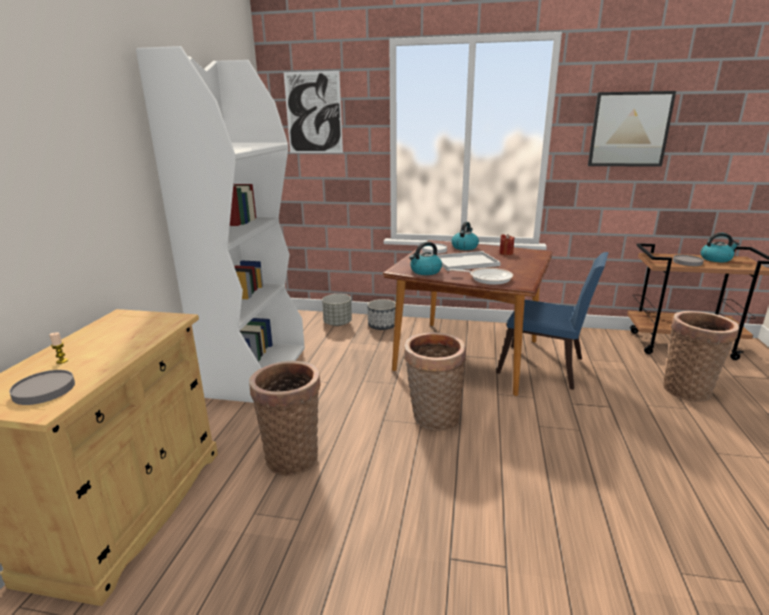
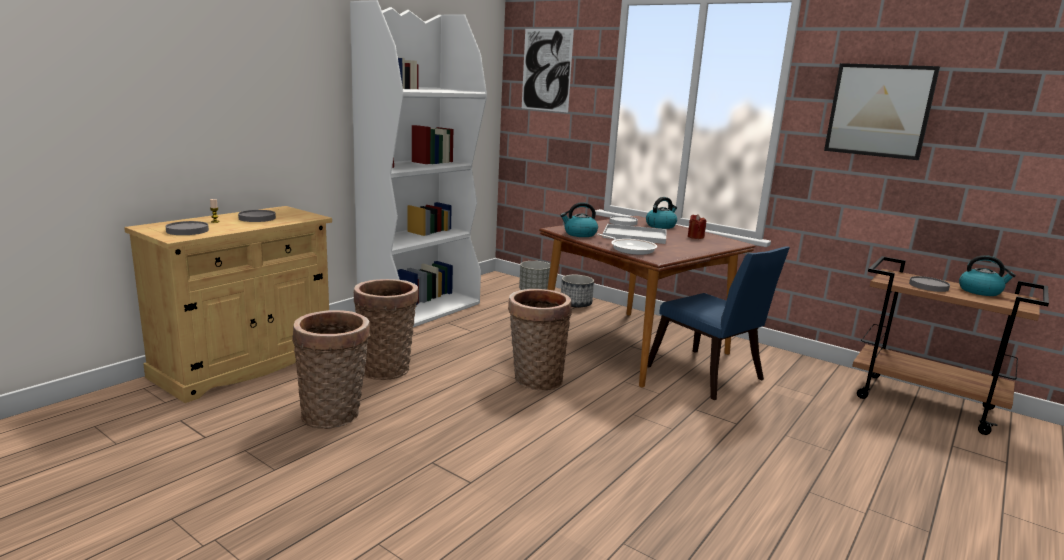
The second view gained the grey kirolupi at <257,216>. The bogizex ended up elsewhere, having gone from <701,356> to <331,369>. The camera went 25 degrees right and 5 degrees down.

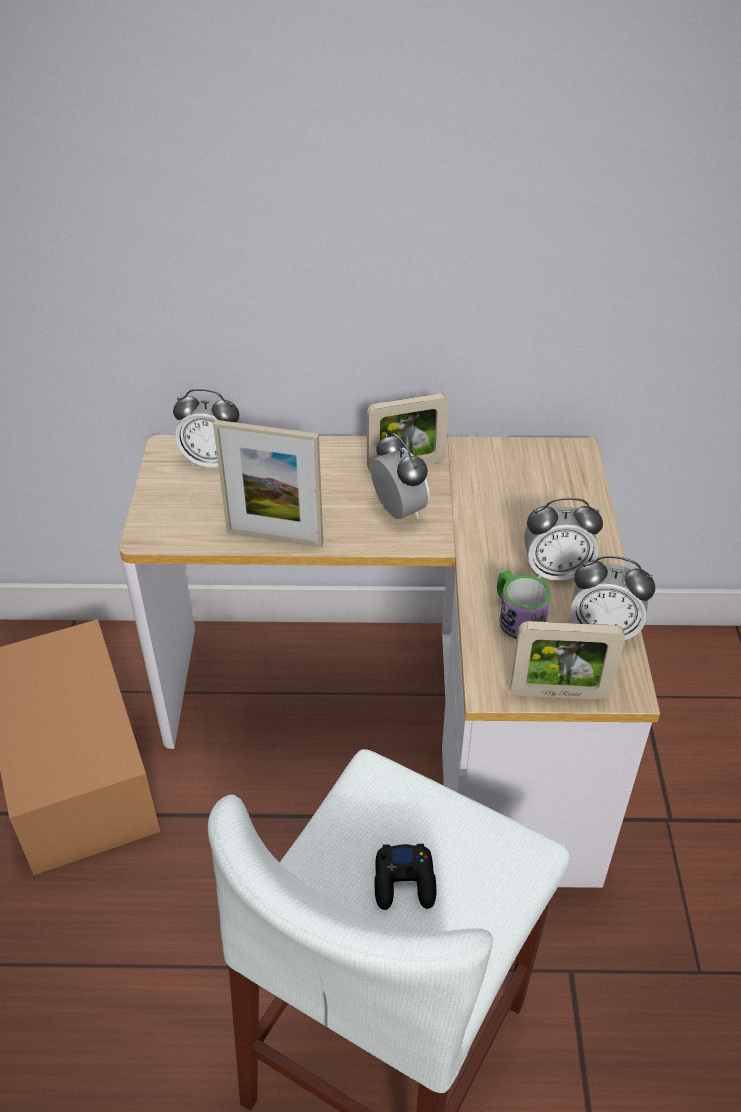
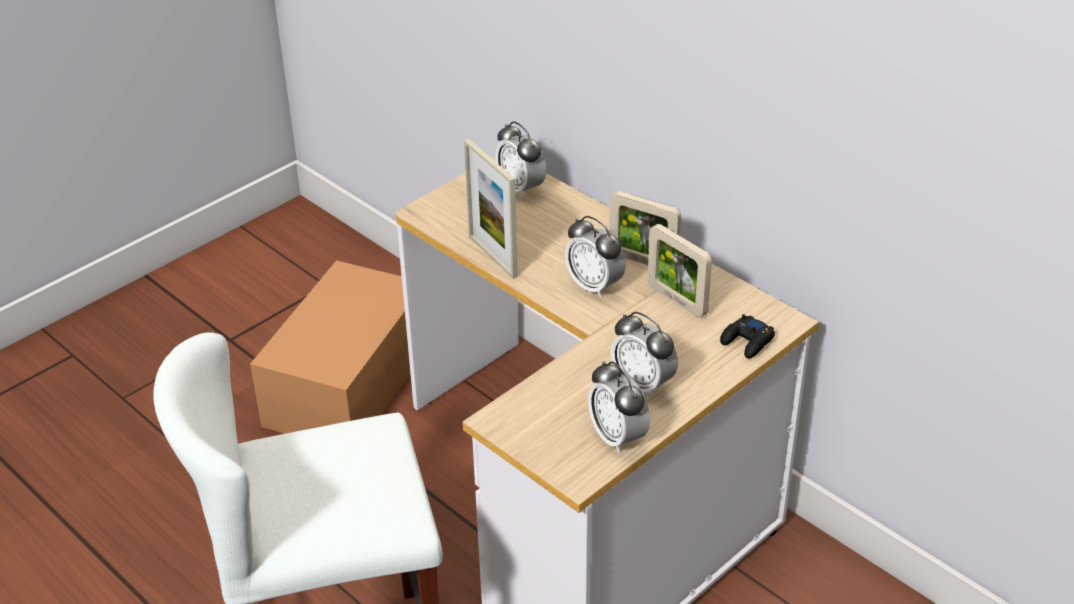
The second view lost the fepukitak at <524,604>. The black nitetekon ended up elsewhere, having gone from <405,877> to <747,336>. The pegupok ended up elsewhere, having gone from <568,660> to <680,270>. The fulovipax at <400,476> ended up facing another way, 120 degrees clockwise from before. The camera went 45 degrees right and 5 degrees down.

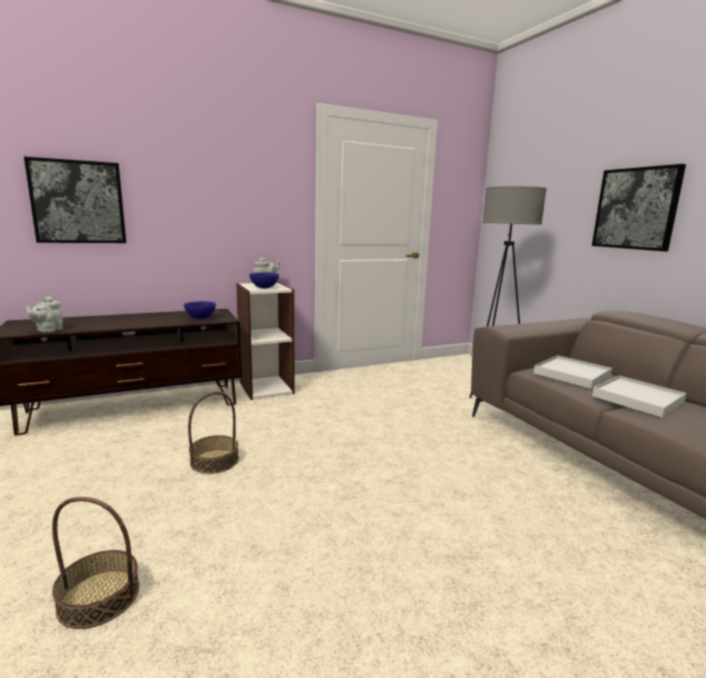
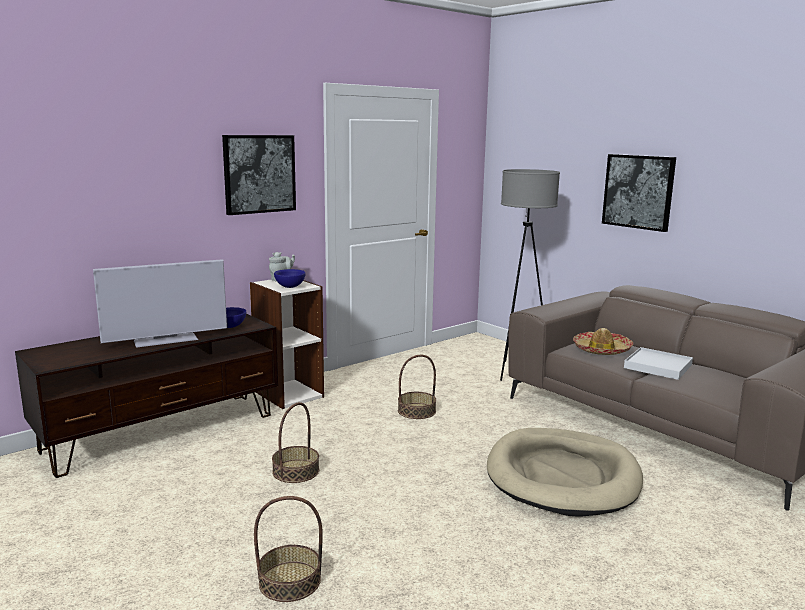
The second view lost the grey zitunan at <44,314>. The second view gained the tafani at <160,303>. The second view gained the bogizex at <417,387>. The second view gained the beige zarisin at <565,472>. The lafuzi ended up elsewhere, having gone from <75,200> to <259,175>. Where the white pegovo stood at <573,372>, the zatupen came to stand at <603,341>. The camera went 15 degrees left and 0 degrees up.

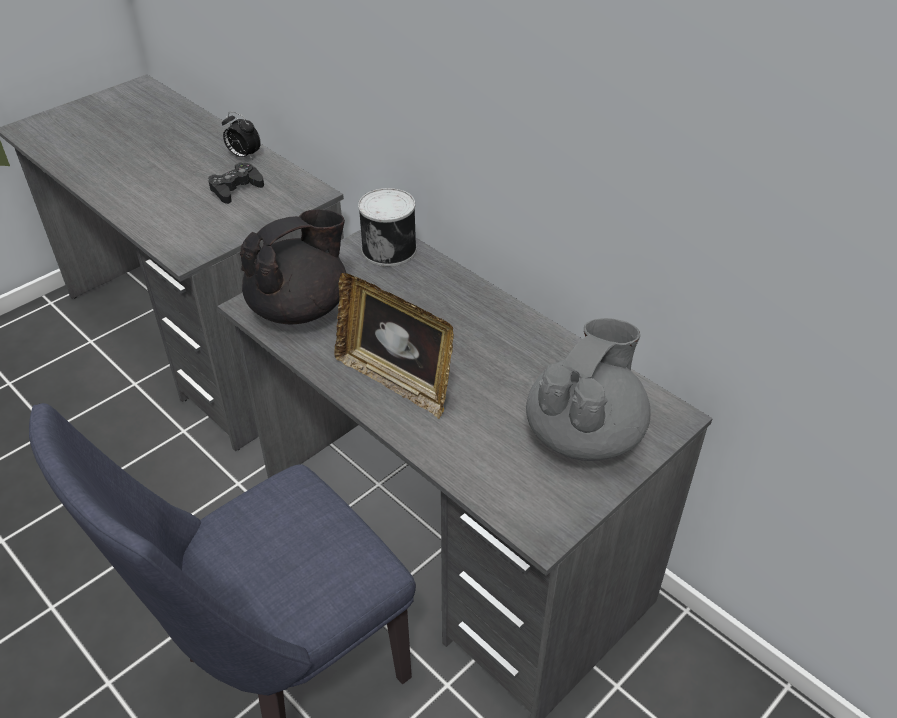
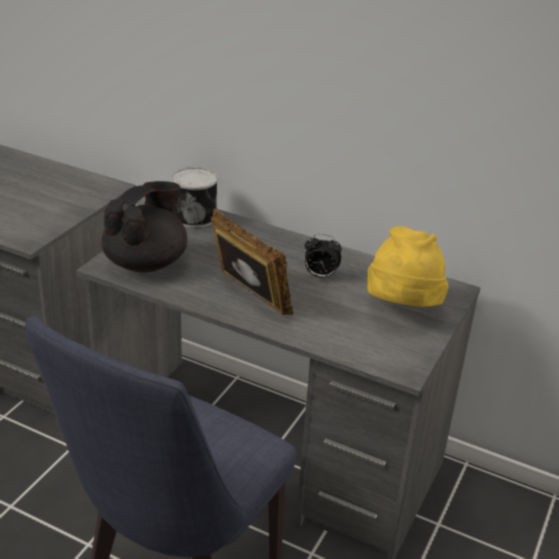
The second view lost the black nitetekon at <236,183>. The fulovipax ended up elsewhere, having gone from <241,135> to <323,256>. Where the grey zitunan stood at <588,389>, the yellow zatupen came to stand at <408,266>. The pegupok at <394,346> ended up facing another way, 150 degrees counterclockwise from before. The camera went 20 degrees left and 10 degrees down.

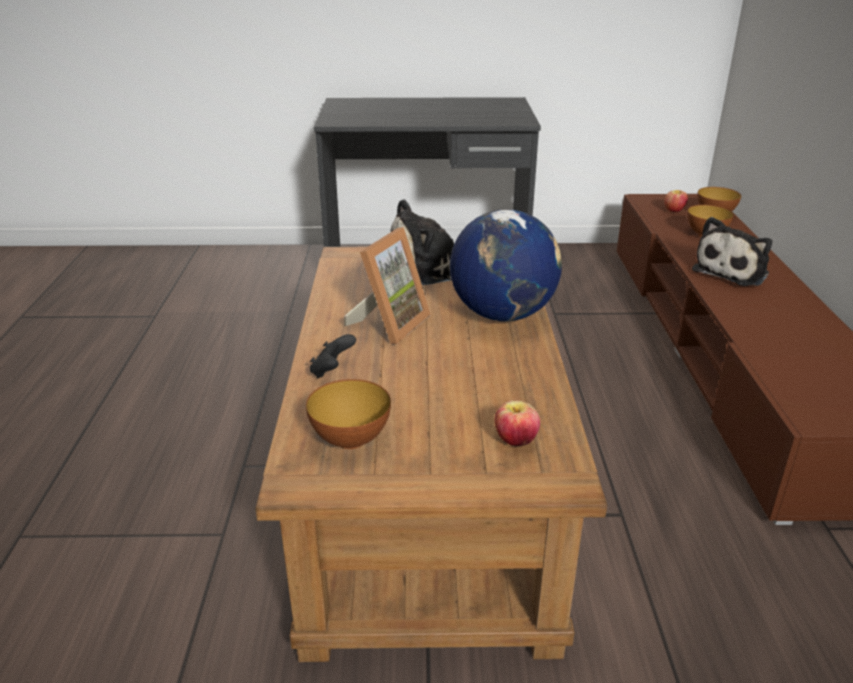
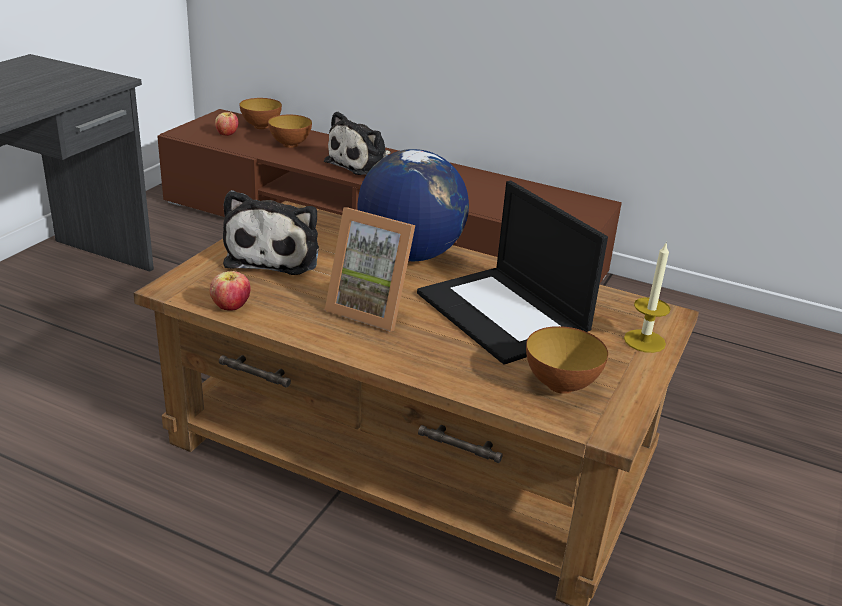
The second view lost the black nitetekon at <333,356>. The second view gained the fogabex at <512,273>. The second view gained the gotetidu at <647,297>. The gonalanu ended up elsewhere, having gone from <517,423> to <229,291>. The pegupok at <387,285> ended up facing another way, 150 degrees clockwise from before. The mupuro at <732,251> ended up facing another way, 60 degrees clockwise from before. The camera went 65 degrees left and 0 degrees up.

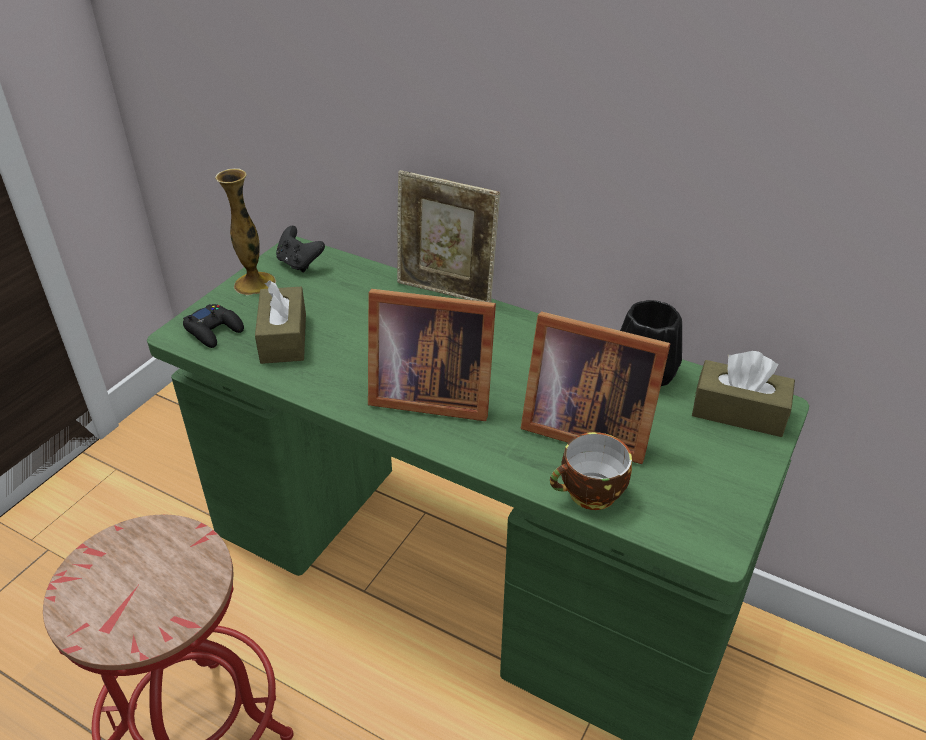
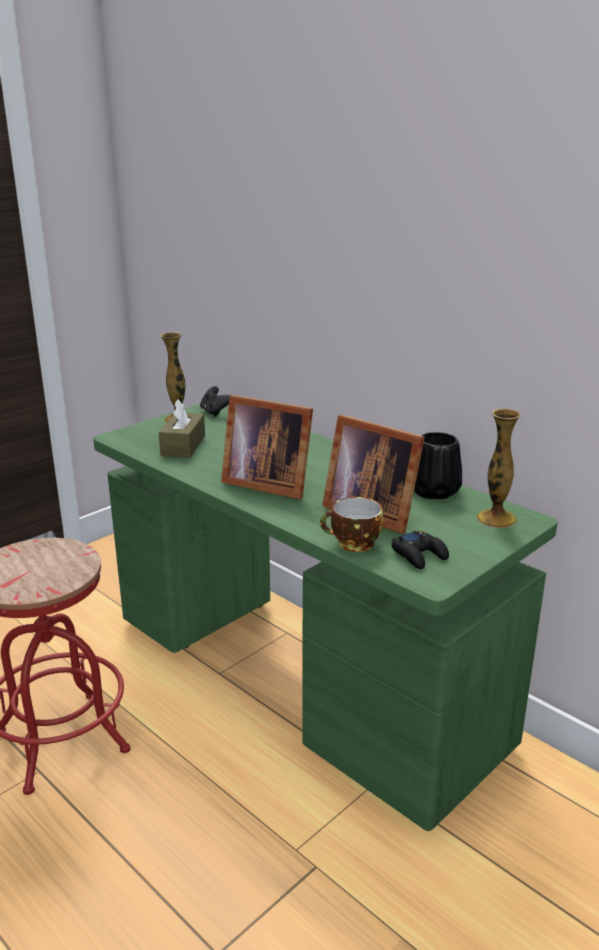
The second view lost the pegupok at <448,236>. The black nitetekon ended up elsewhere, having gone from <213,326> to <420,550>. Where the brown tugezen stood at <743,394>, the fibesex came to stand at <499,468>. The camera went 15 degrees right and 15 degrees down.

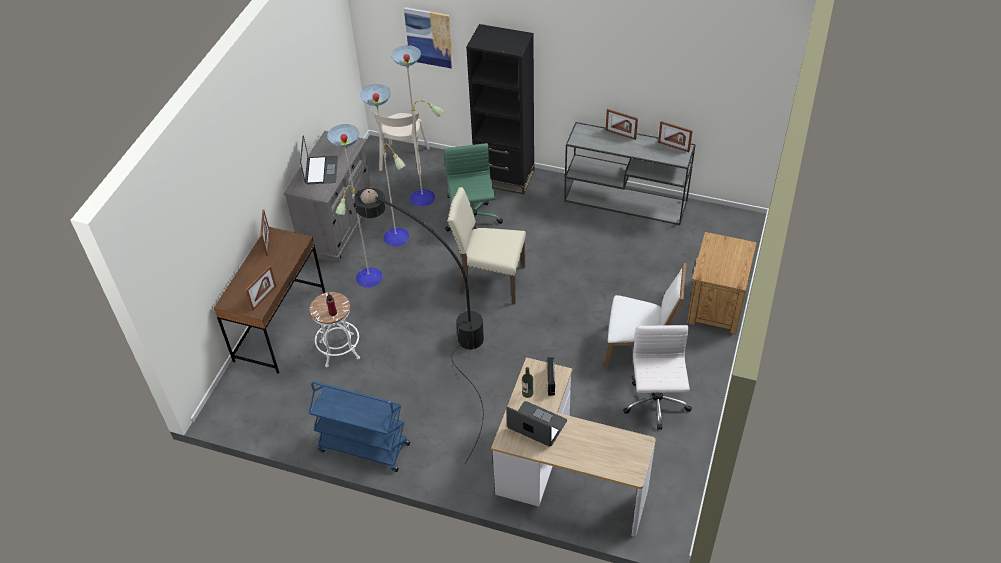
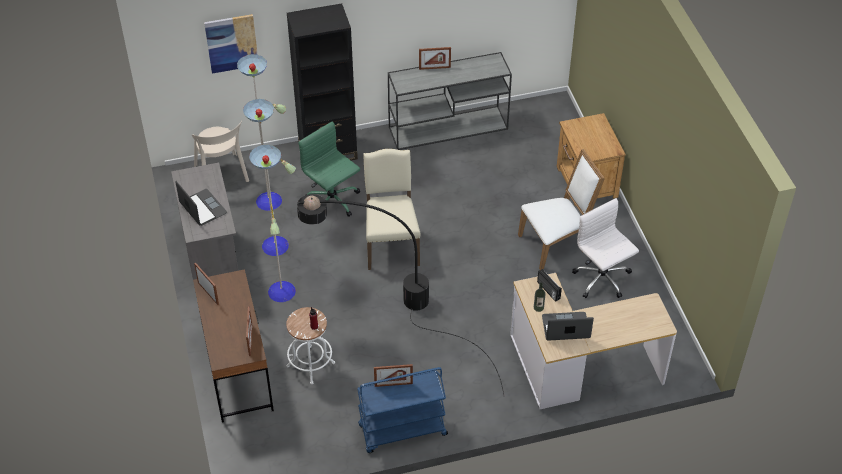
The pegupok ended up elsewhere, having gone from <675,136> to <393,375>. The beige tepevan at <486,245> ended up facing another way, 105 degrees clockwise from before. The camera went 35 degrees left and 0 degrees up.

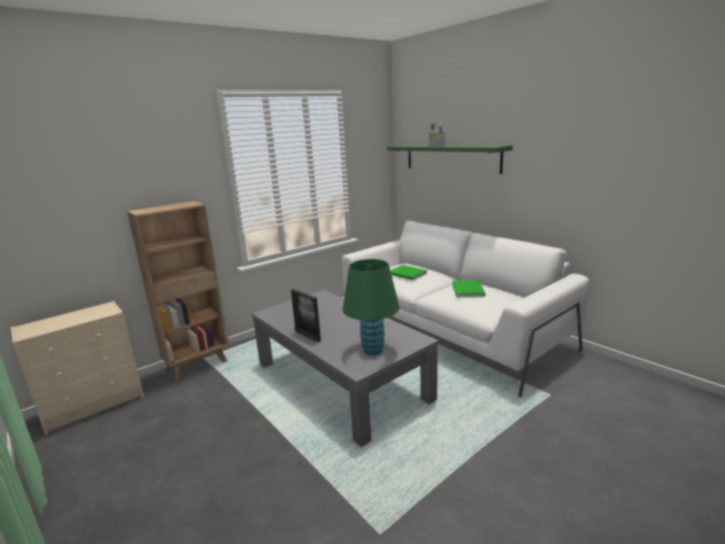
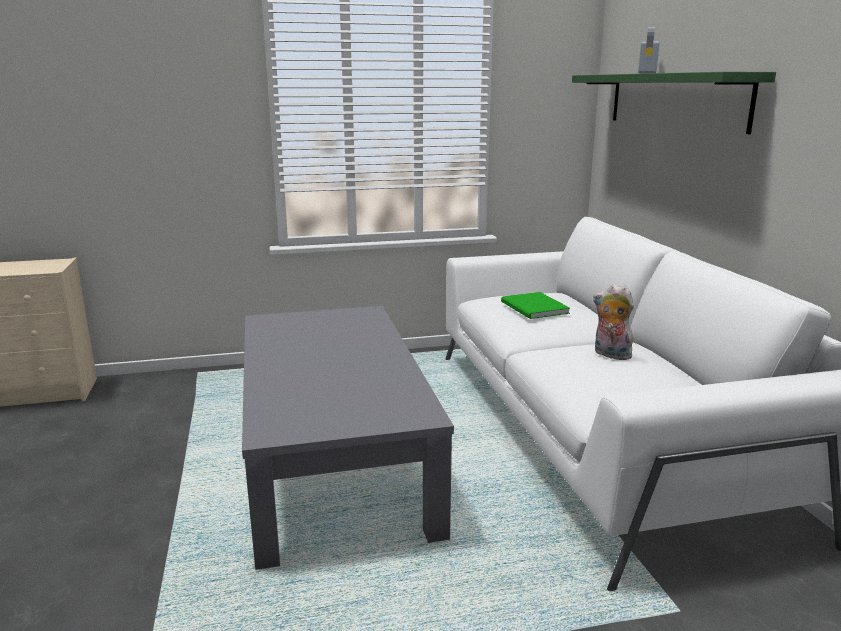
The second view lost the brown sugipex at <178,291>. The second view lost the pegupok at <306,315>. The second view lost the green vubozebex at <371,307>. Where the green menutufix stood at <468,288>, the mupuro came to stand at <613,322>. The camera went 25 degrees right and 0 degrees up.

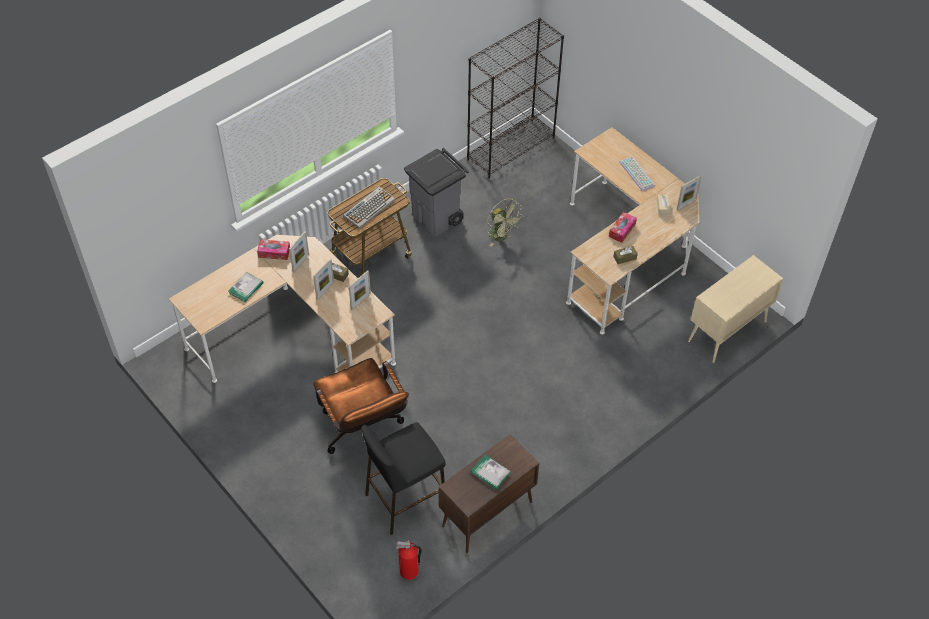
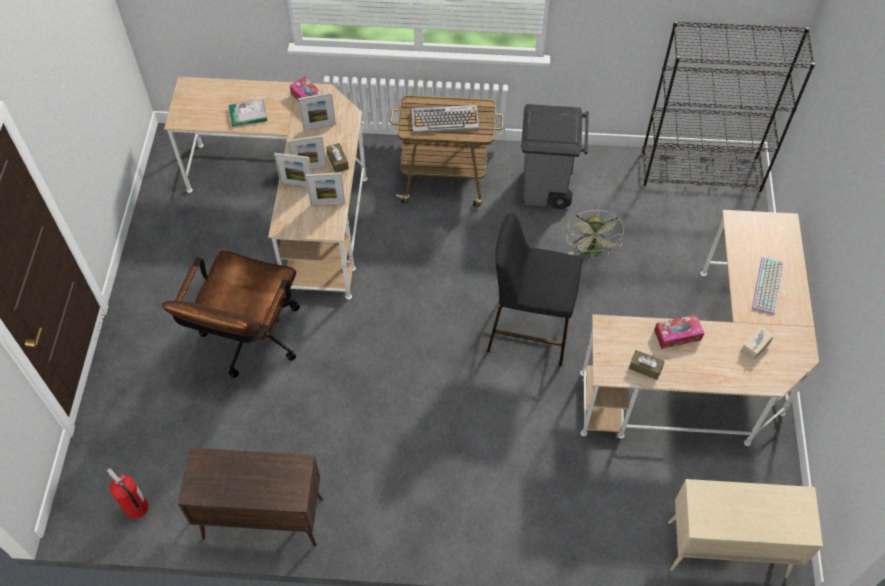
The second view lost the menutufix at <490,472>. The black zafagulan ended up elsewhere, having gone from <404,478> to <534,290>. The pegupok ended up elsewhere, having gone from <689,193> to <293,170>. The camera went 45 degrees right and 5 degrees up.

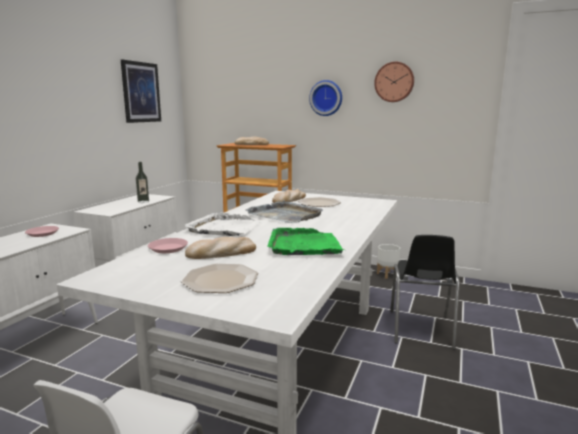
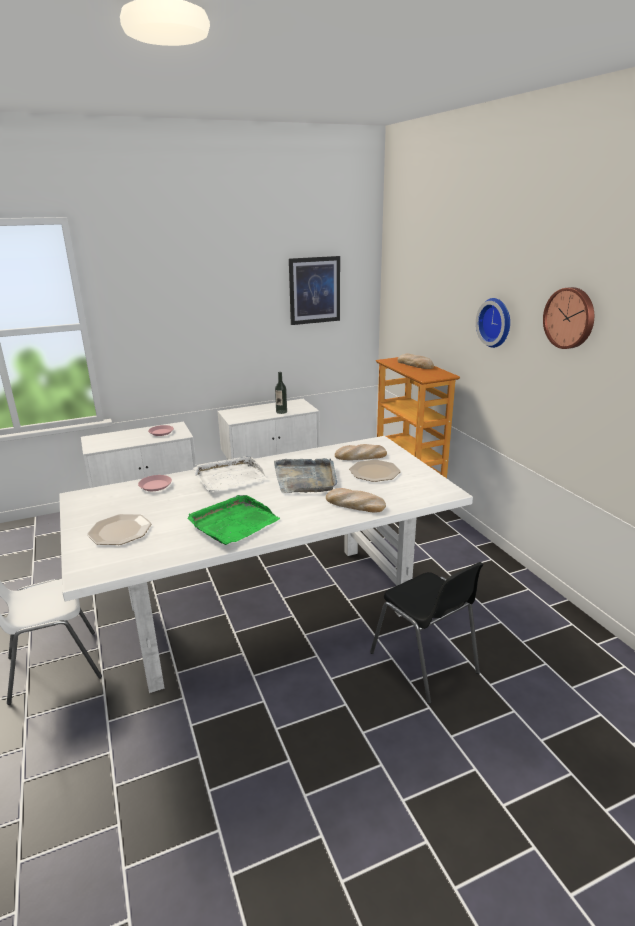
The second view lost the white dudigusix at <388,261>. The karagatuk ended up elsewhere, having gone from <220,248> to <356,500>. The black tepevan at <425,292> ended up facing another way, 90 degrees counterclockwise from before. The camera went 45 degrees right and 10 degrees up.

